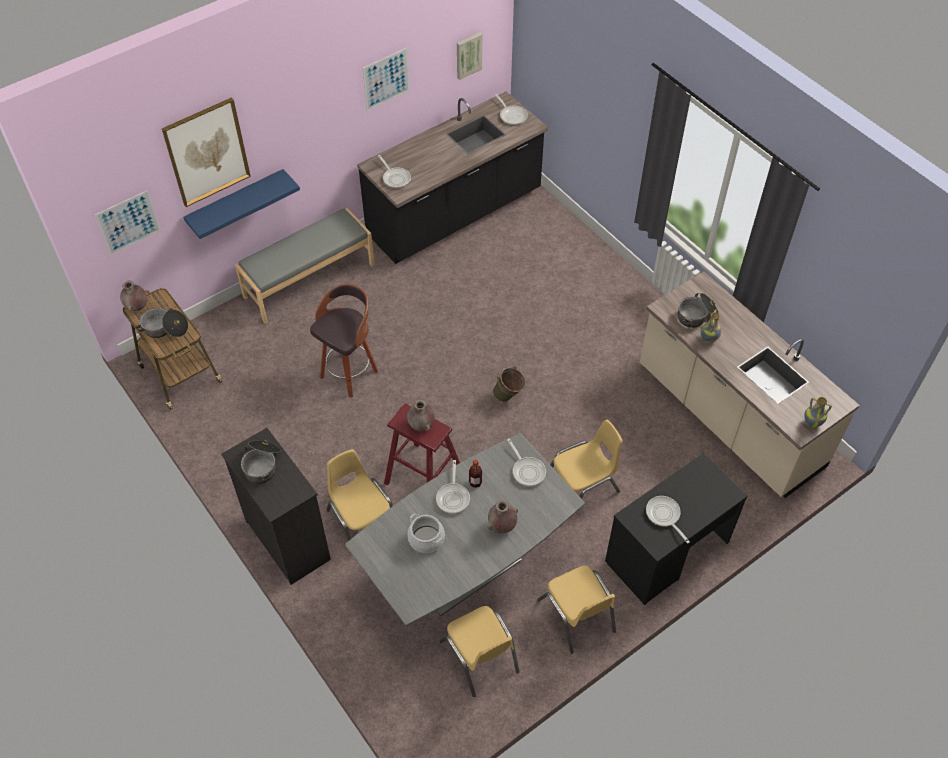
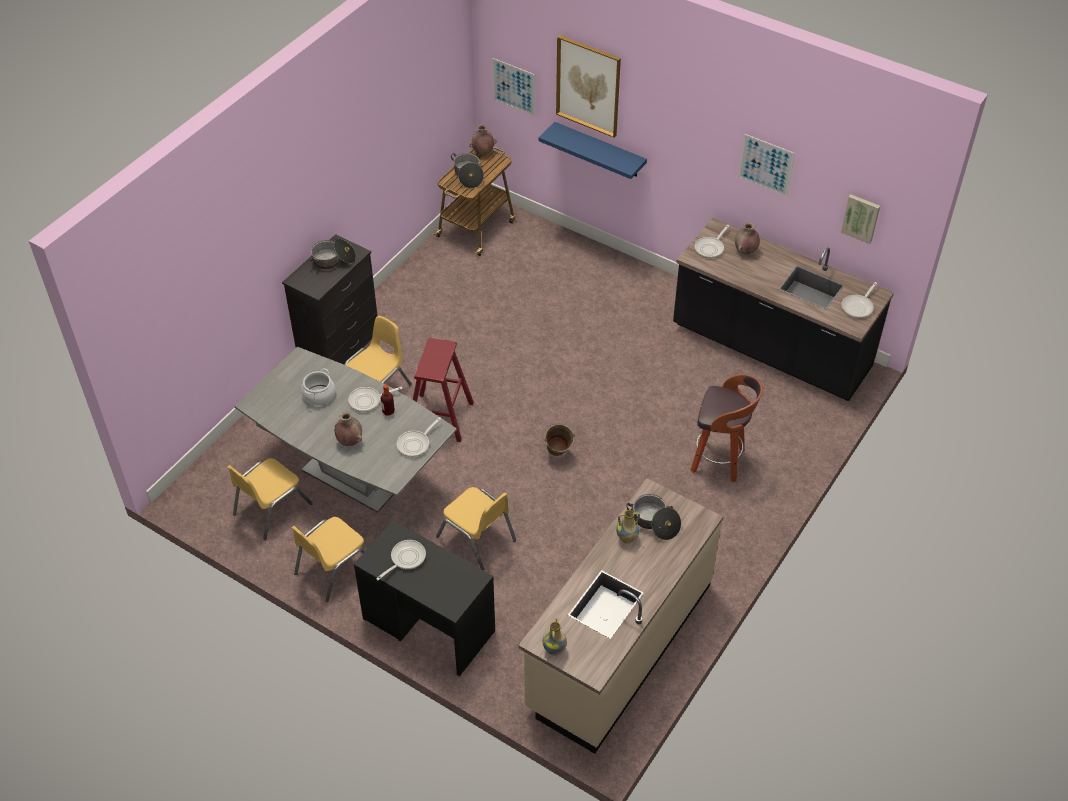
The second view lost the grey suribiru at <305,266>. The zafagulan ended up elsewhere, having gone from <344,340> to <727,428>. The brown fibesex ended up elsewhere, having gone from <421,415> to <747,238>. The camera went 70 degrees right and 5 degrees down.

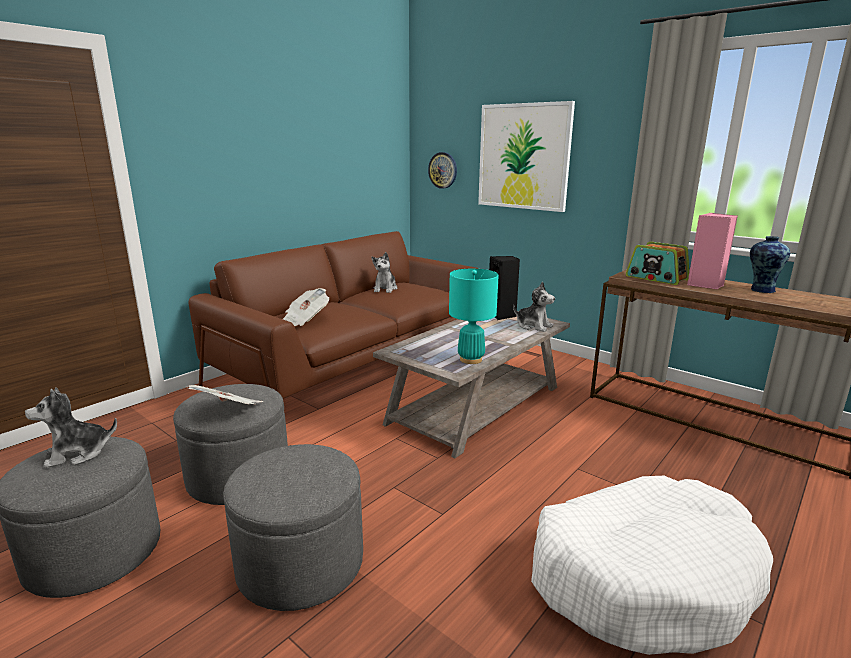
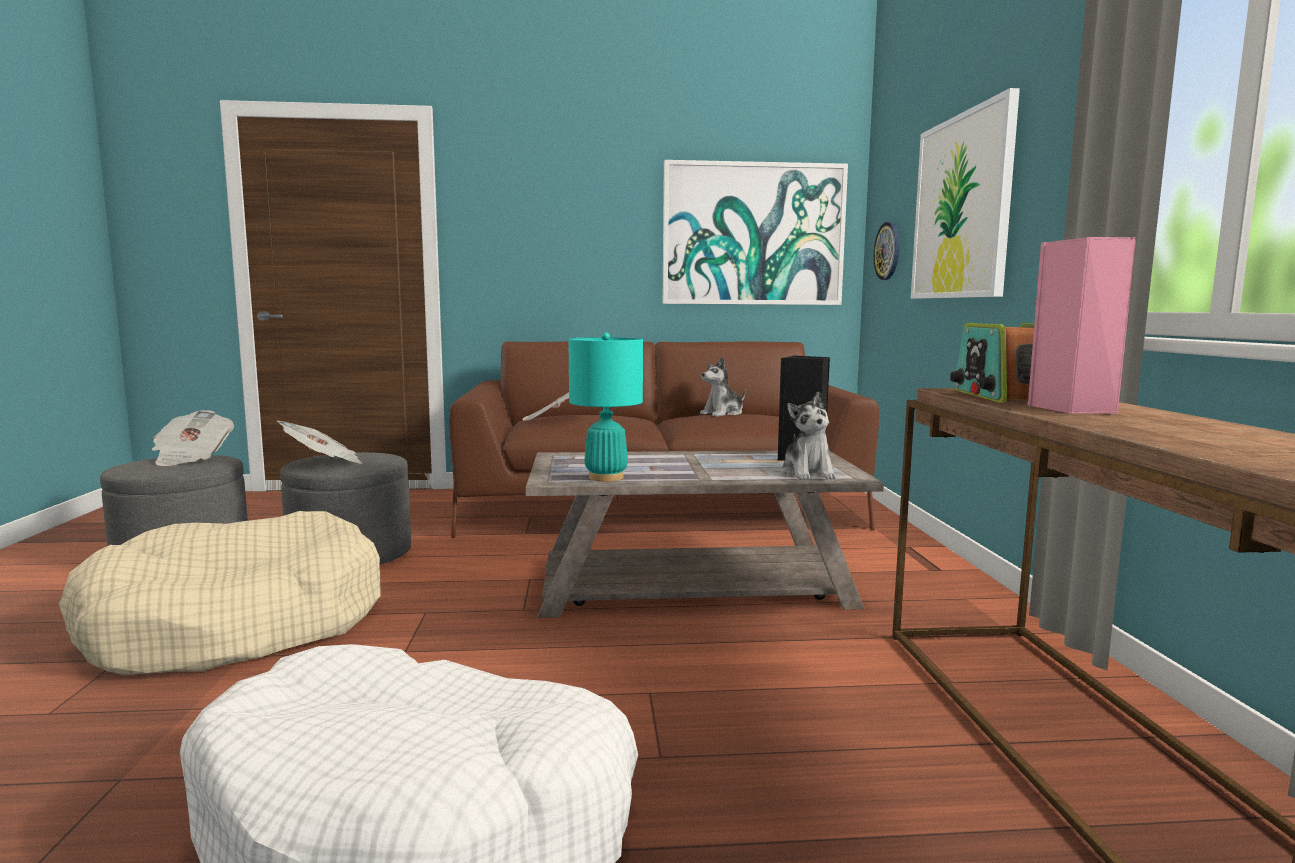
The second view lost the fibesex at <770,264>. The second view gained the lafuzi at <755,232>. Where the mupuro stood at <71,428>, the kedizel came to stand at <192,438>. Where the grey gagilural stood at <293,527>, the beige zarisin came to stand at <220,593>. The camera went 45 degrees right and 10 degrees down.

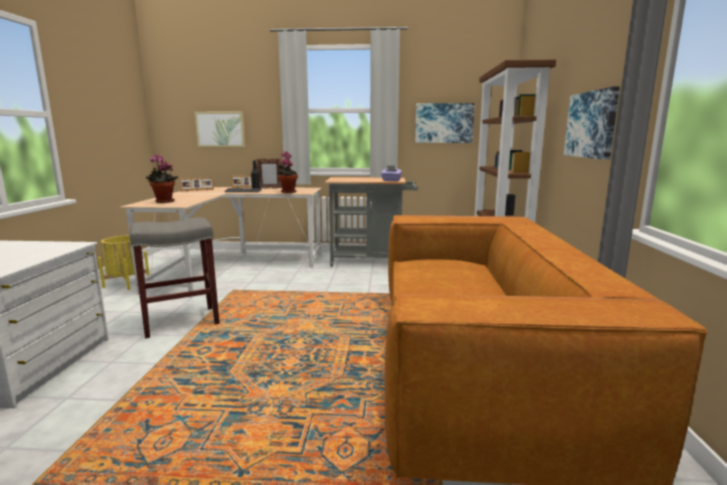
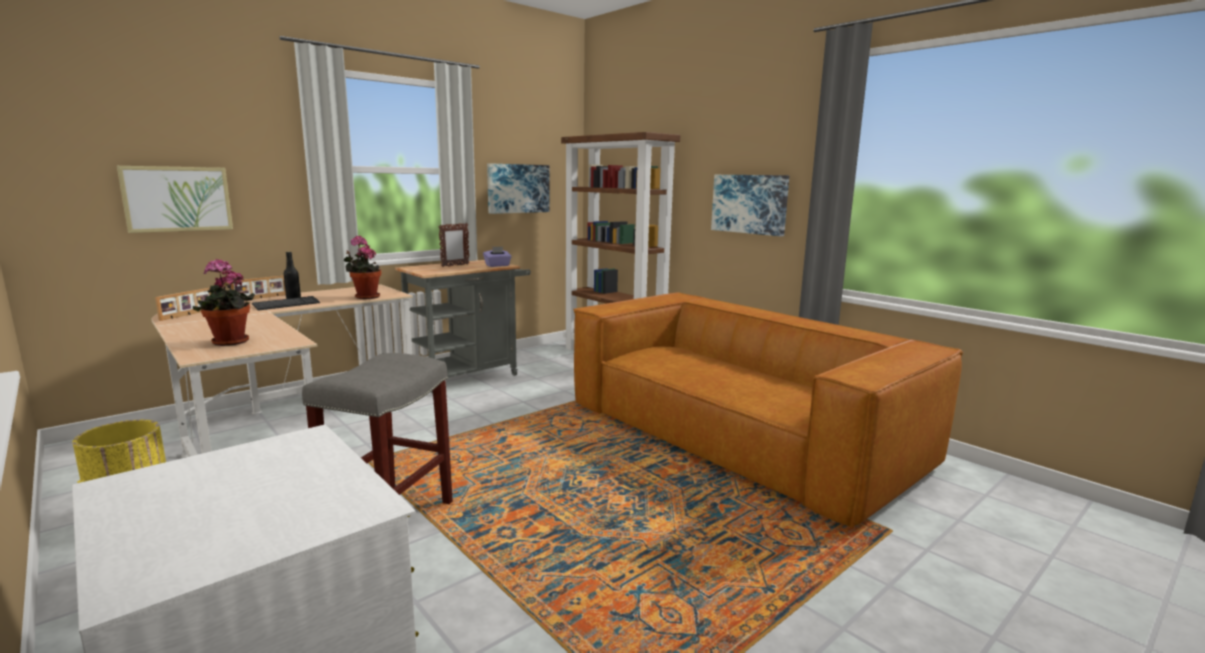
The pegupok ended up elsewhere, having gone from <269,174> to <454,245>. The camera went 45 degrees left and 0 degrees up.

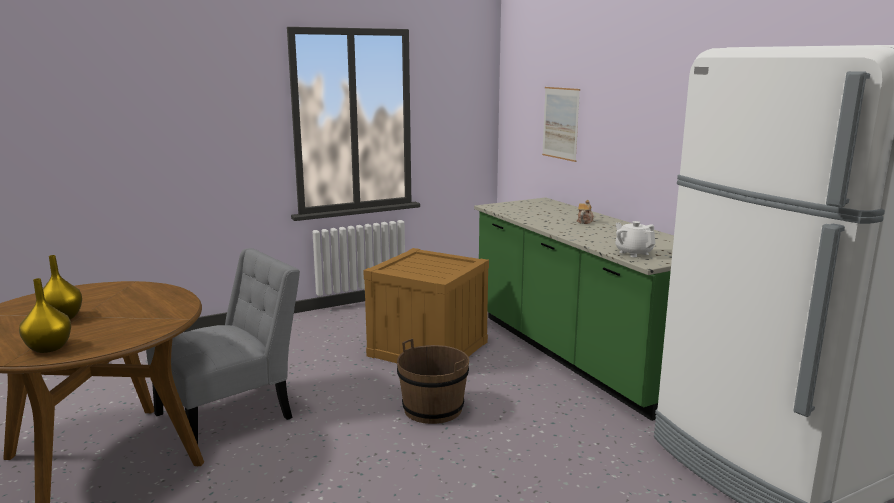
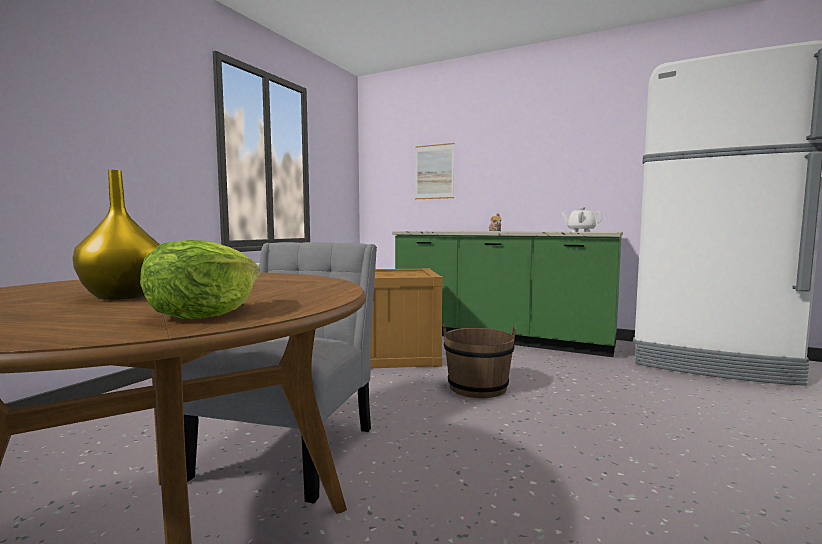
Where the yellow fibesex stood at <45,315>, the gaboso came to stand at <200,279>. The camera went 35 degrees left and 10 degrees down.

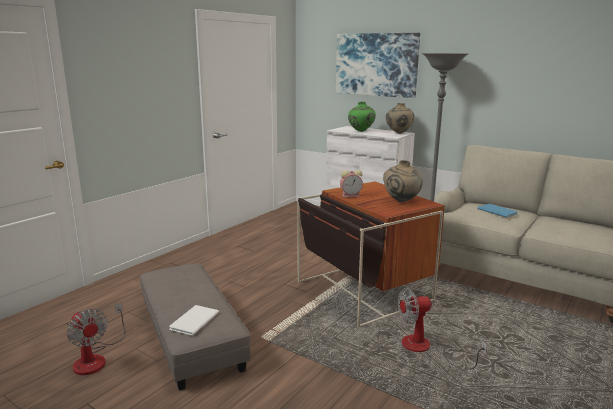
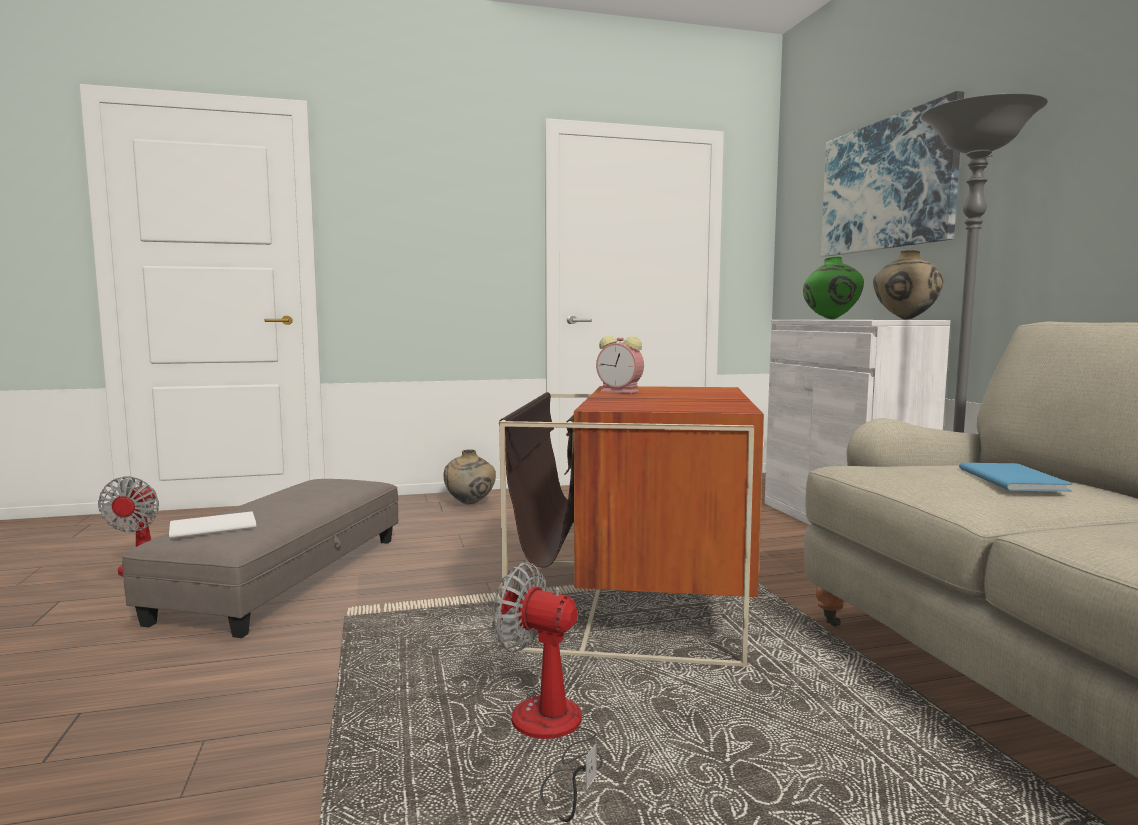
The beige fibesex ended up elsewhere, having gone from <403,181> to <469,476>. The camera went 40 degrees right and 10 degrees down.

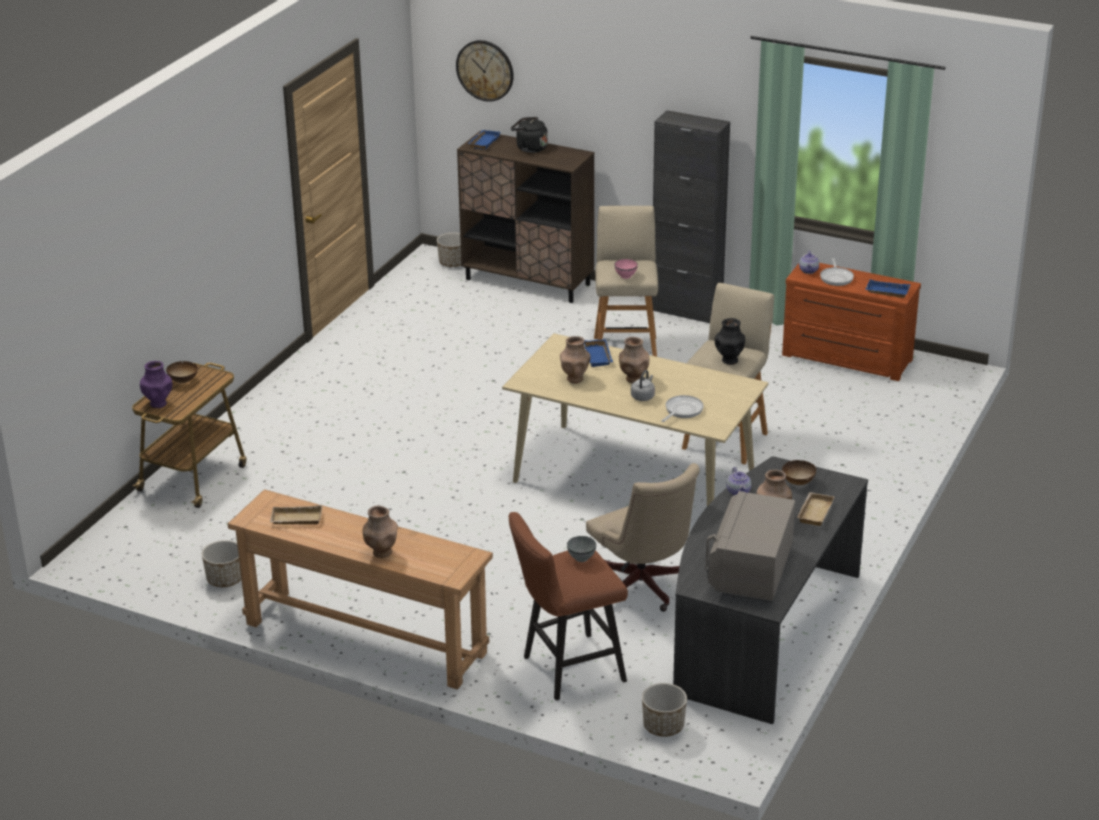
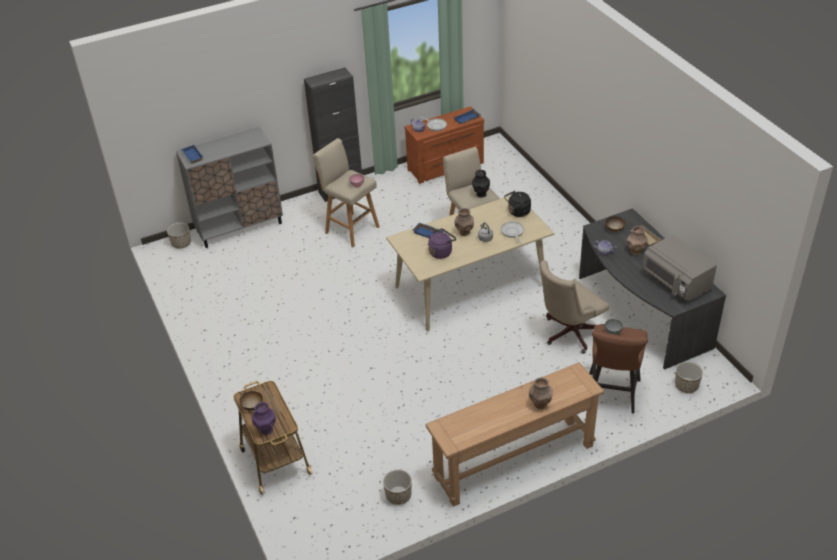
The second view lost the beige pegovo at <296,515>. The second view lost the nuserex at <485,71>. The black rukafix ended up elsewhere, having gone from <529,135> to <517,204>. Where the brown fibesex stood at <575,359>, the purple rukafix came to stand at <442,244>. What was the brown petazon at <525,217> turned into the grey petazon at <229,187>. The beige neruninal at <643,537> ended up facing another way, 135 degrees clockwise from before. The camera went 50 degrees left and 10 degrees up.

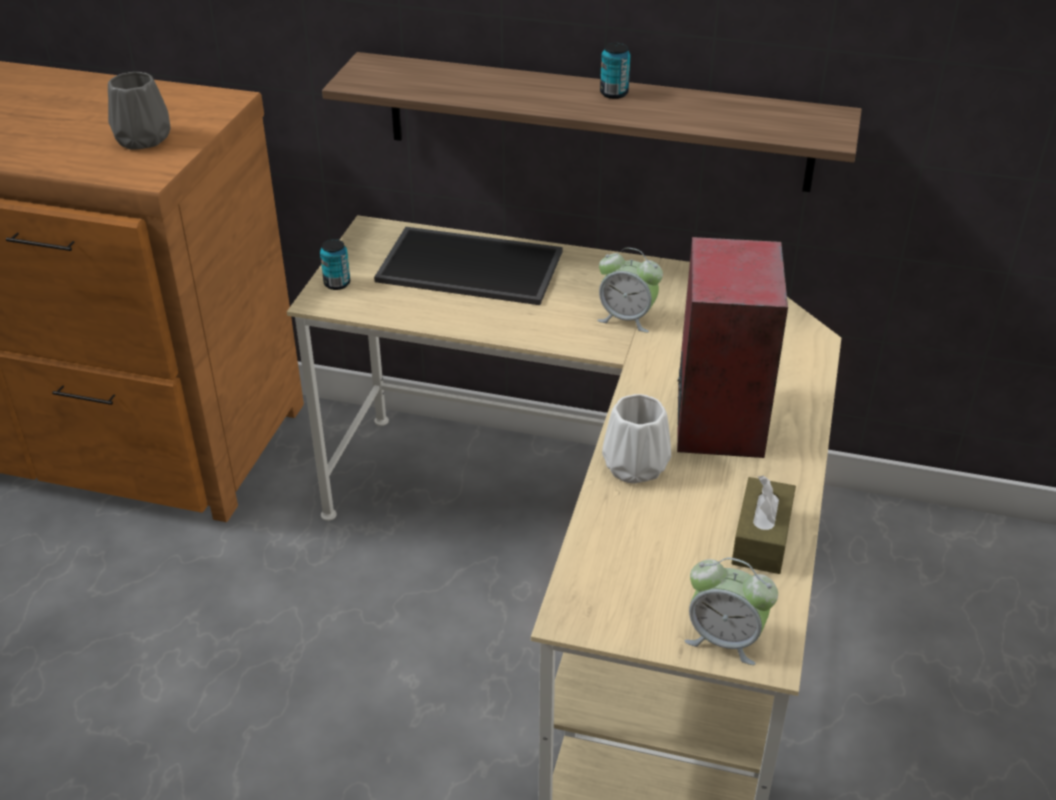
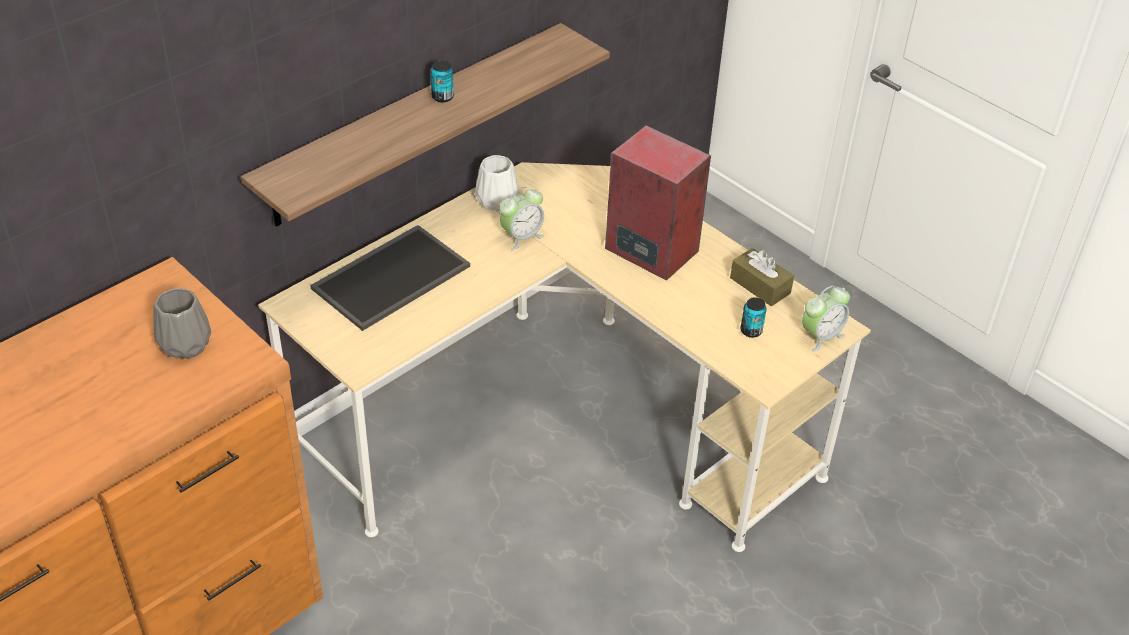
The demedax ended up elsewhere, having gone from <335,264> to <753,317>. The white fibesex ended up elsewhere, having gone from <636,439> to <496,183>. The camera went 60 degrees left and 5 degrees up.

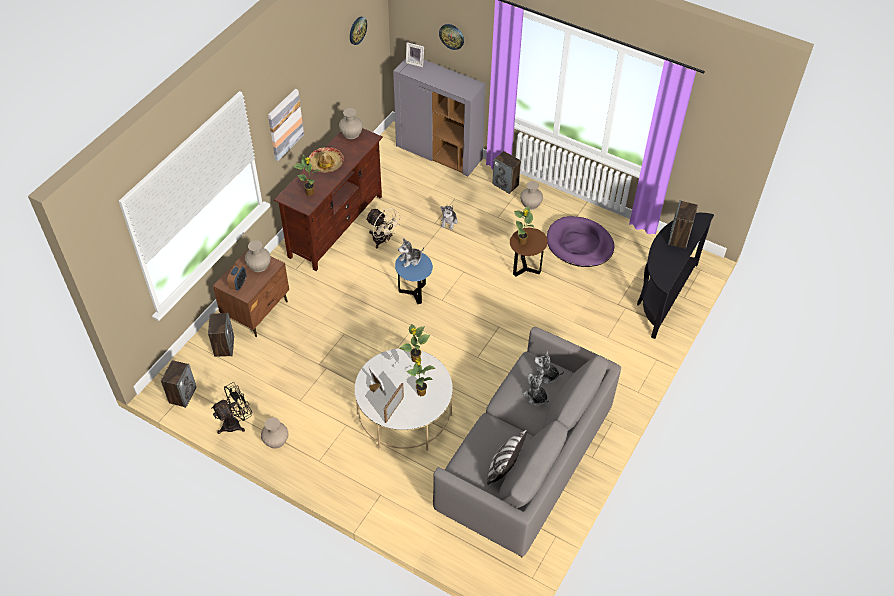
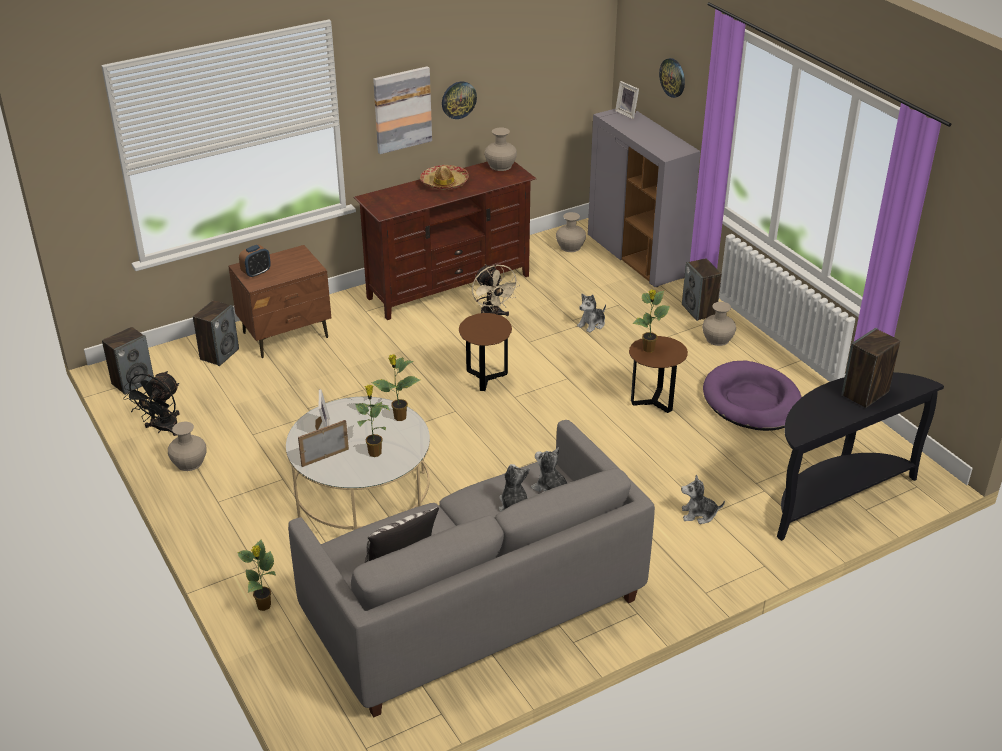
The beige fibesex ended up elsewhere, having gone from <258,256> to <571,232>. The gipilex ended up elsewhere, having gone from <306,175> to <256,575>. The nuserex ended up elsewhere, having gone from <358,31> to <459,100>. The mupuro ended up elsewhere, having gone from <411,252> to <703,499>. What was the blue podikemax at <414,278> turned into the brown podikemax at <485,352>. The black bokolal at <231,408> ended up facing another way, 120 degrees clockwise from before. The camera went 30 degrees right and 15 degrees down.

